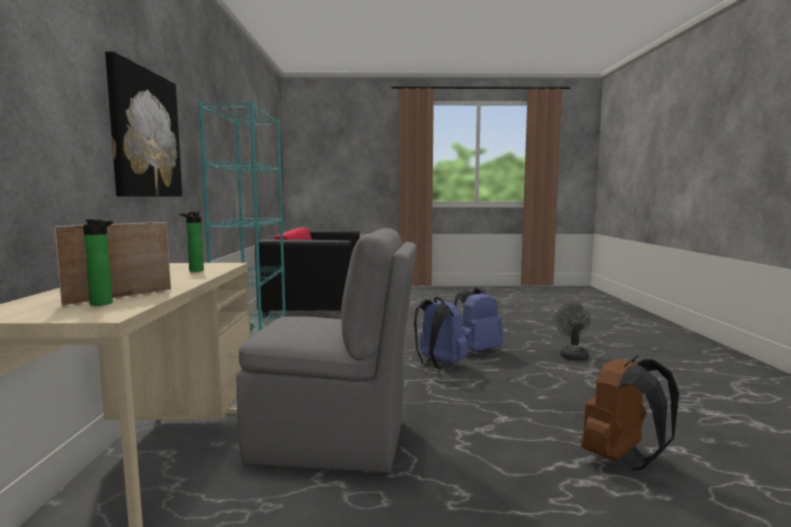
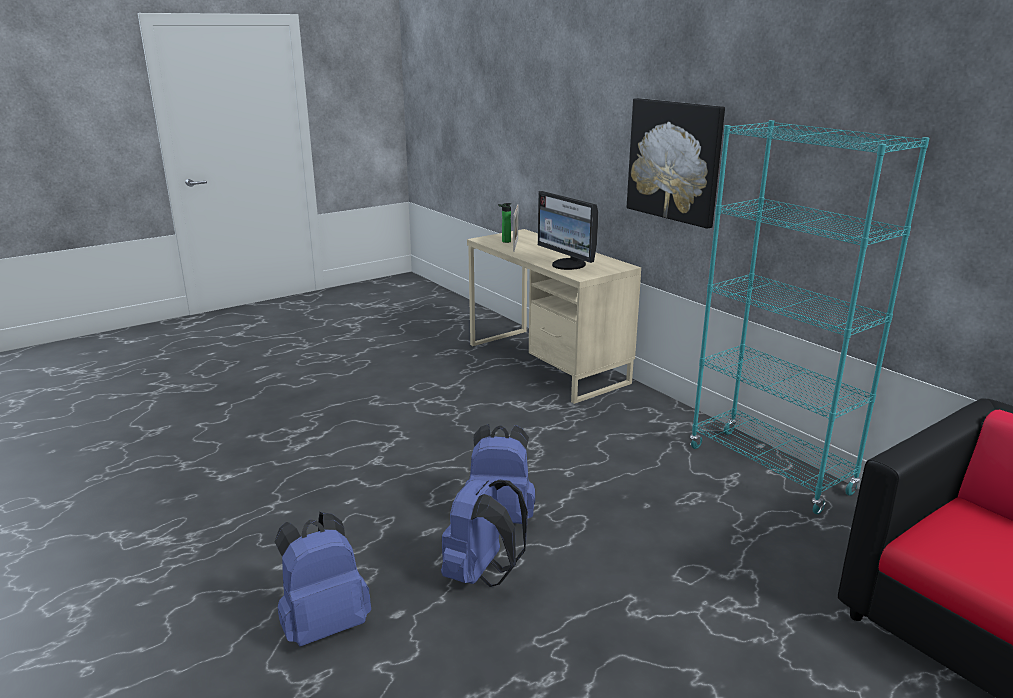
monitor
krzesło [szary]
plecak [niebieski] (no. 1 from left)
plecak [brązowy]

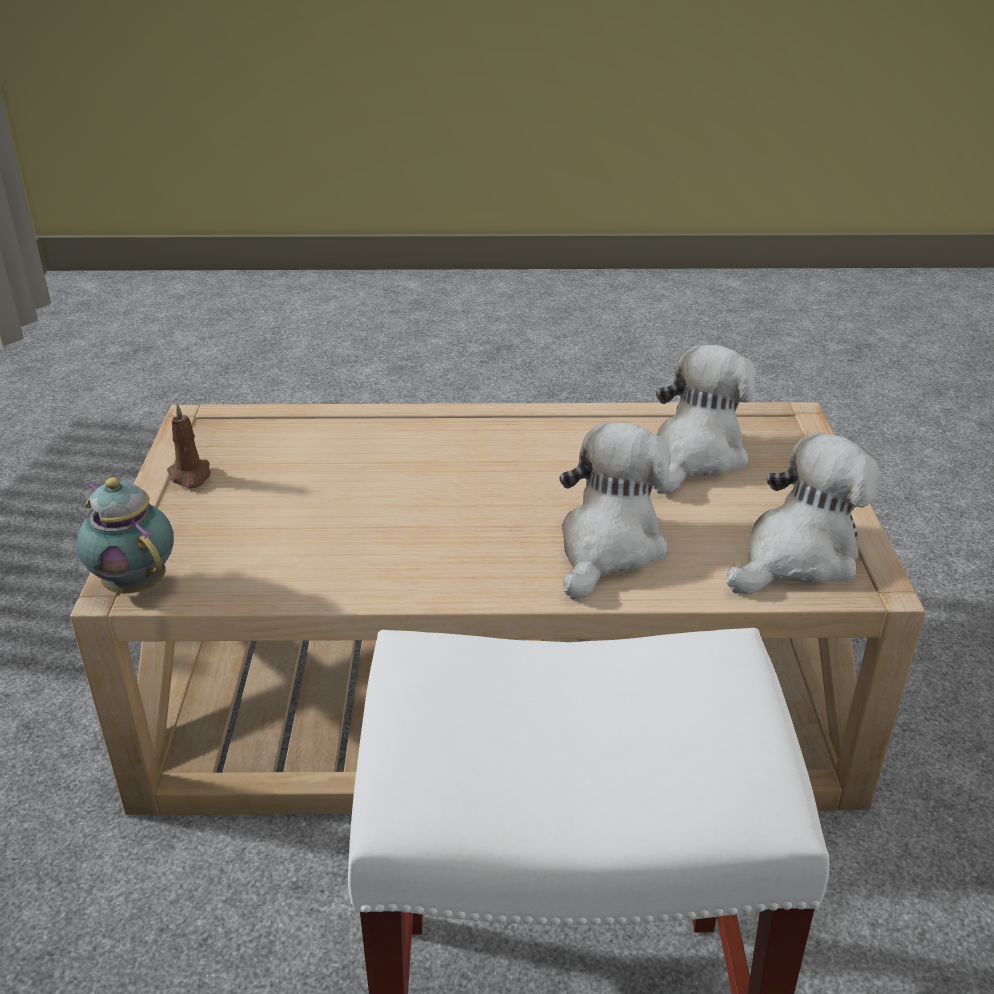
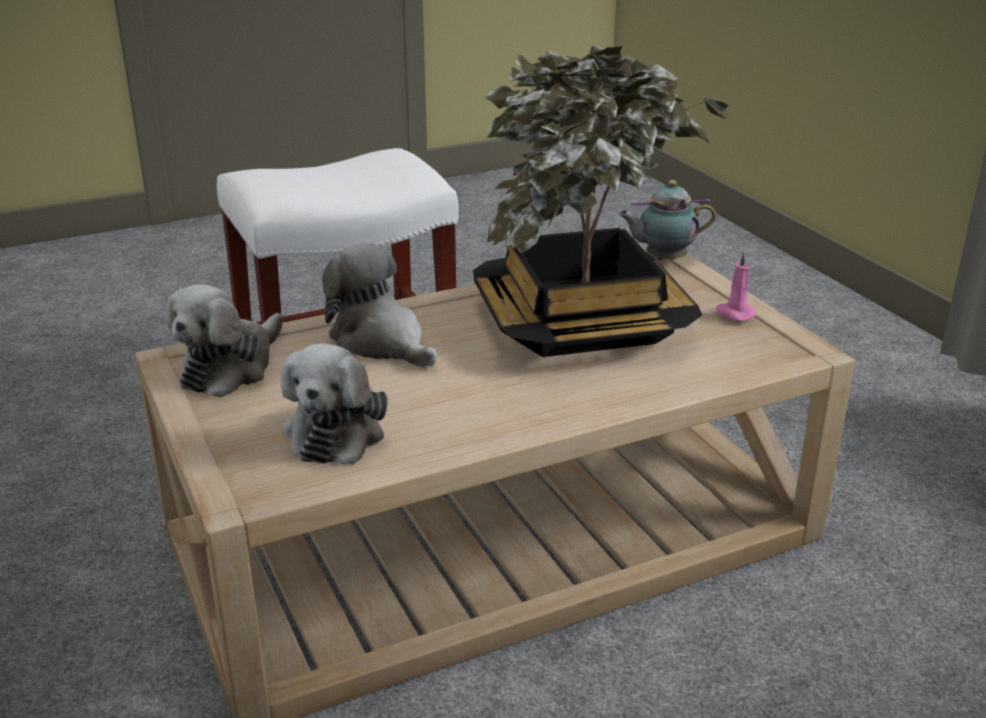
świeca [różowy]
pluszak (no. 3 from left)
imbryk
roślina doniczkowa

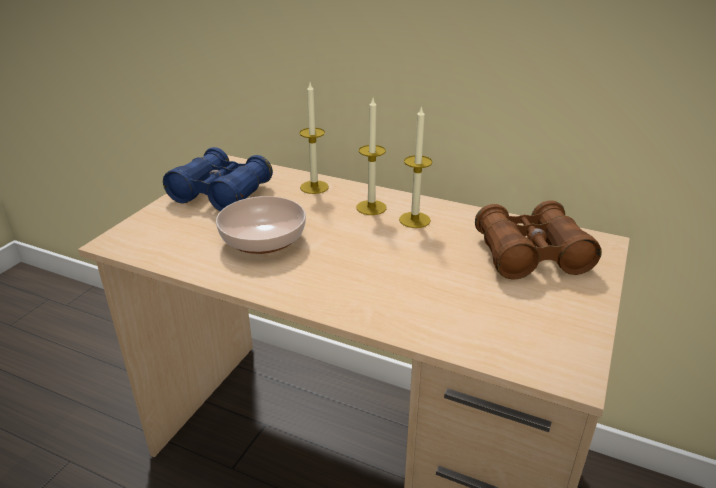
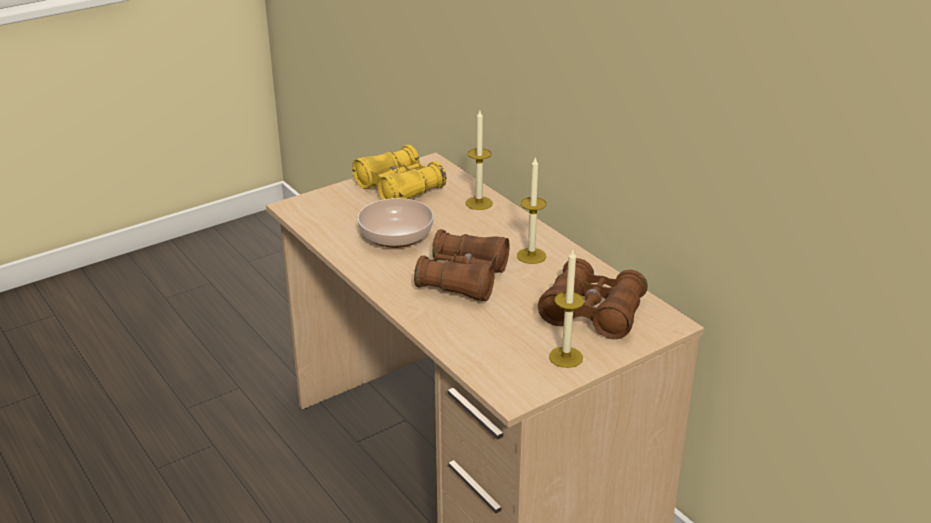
świeca (no. 3 from left)
lornetka [żółty]
lornetka [brązowy] (no. 1 from left)

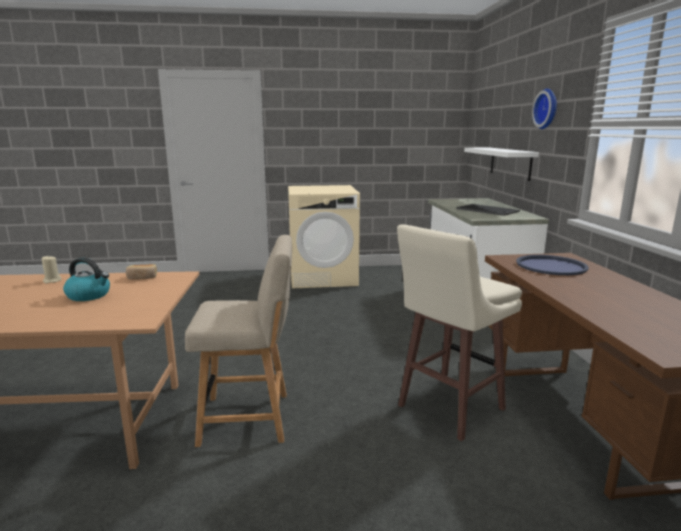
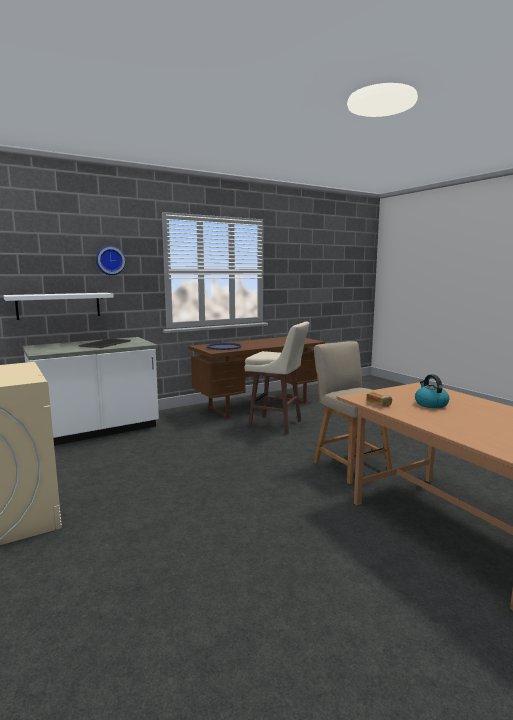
świeca [beżowy]

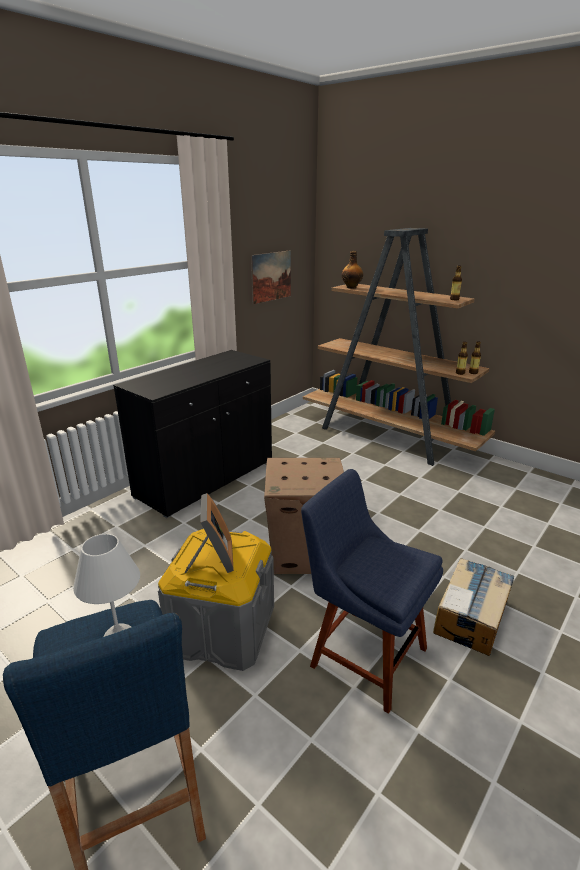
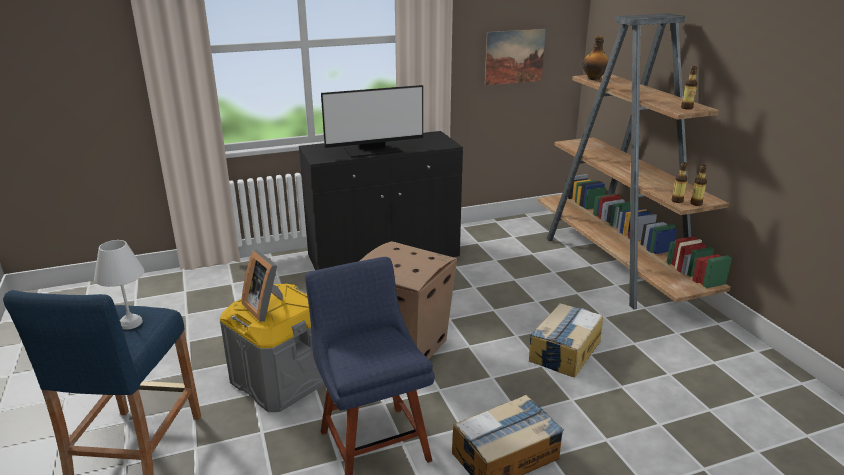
ramka na zdjęcie
monitor
karton (no. 3 from left)

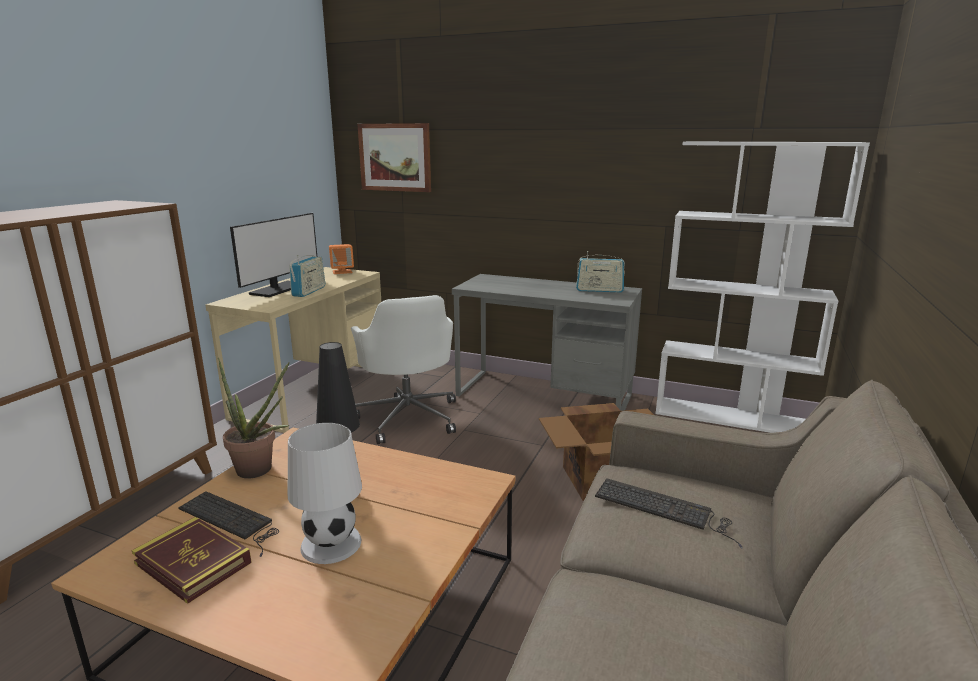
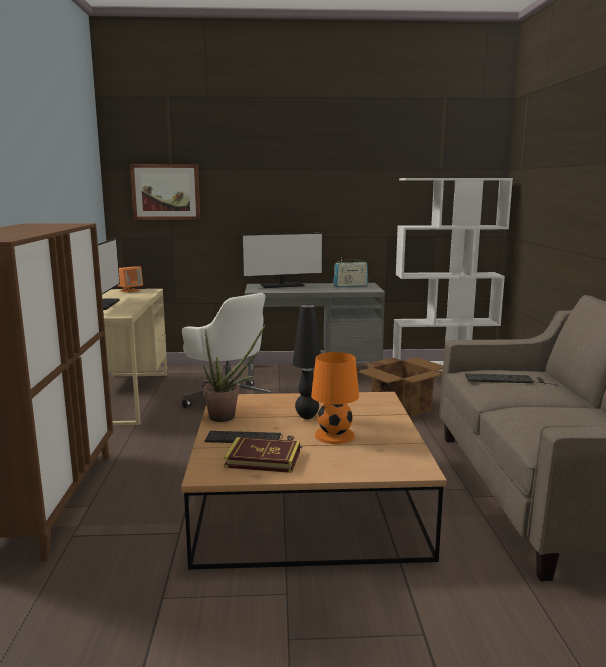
radio (no. 1 from left in the first image)
lampa stołowa [pomarańczowy]
monitor (no. 2 from left)

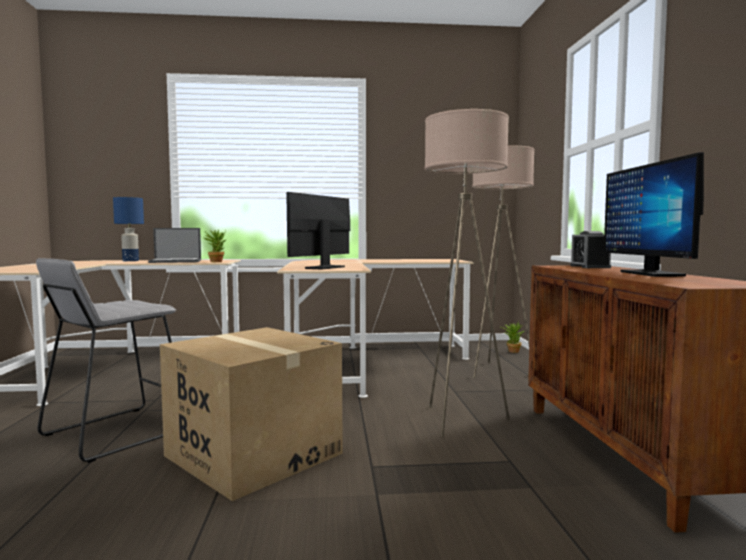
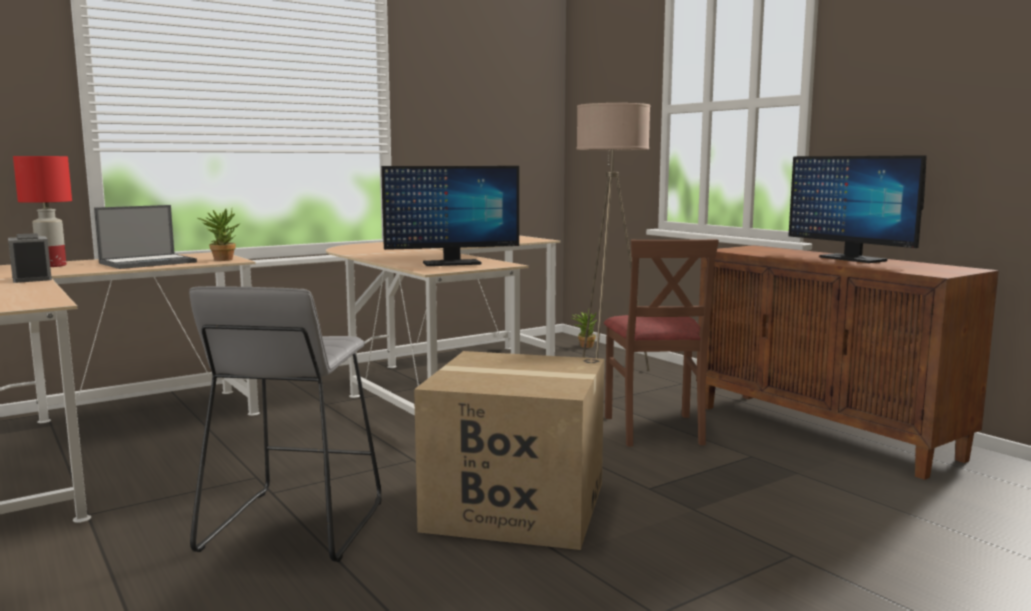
krzesło [brązowy]
monitor (no. 1 from left)
lampa stołowa [czerwony]
budzik

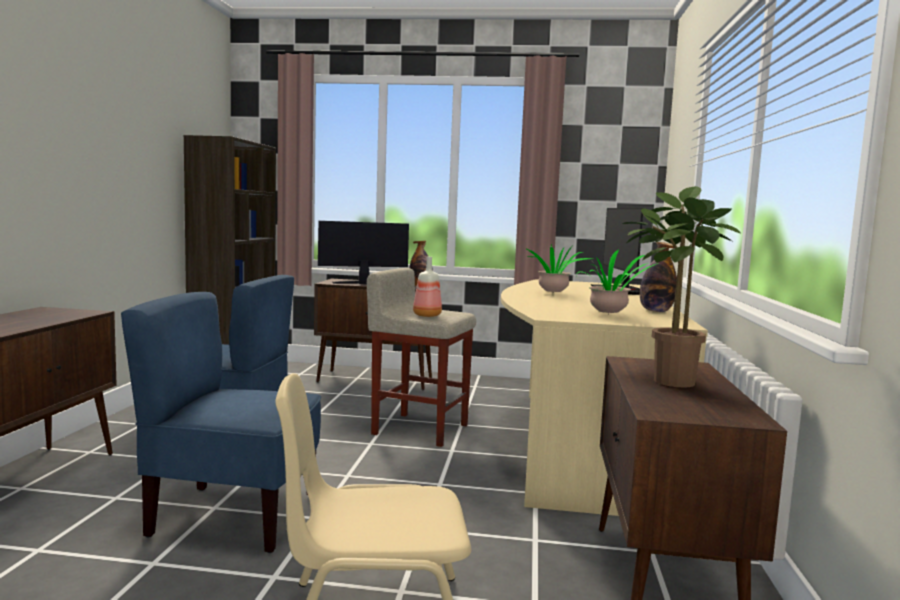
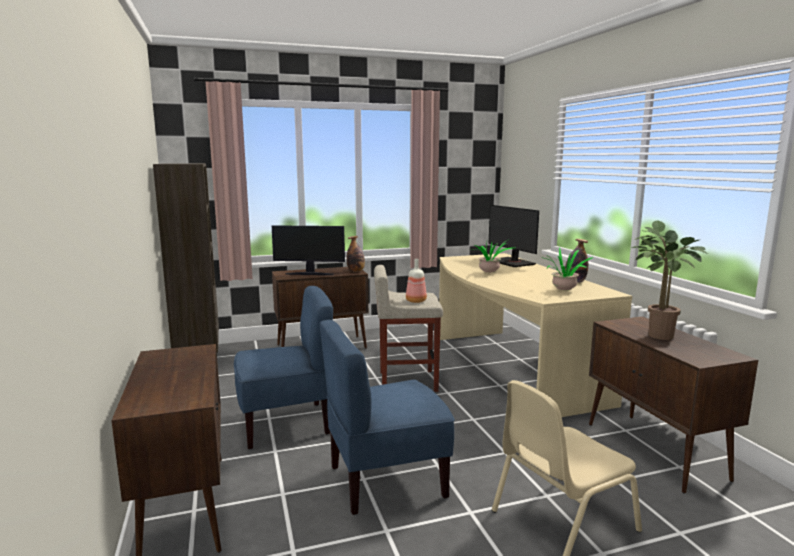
monitor (no. 1 from left)

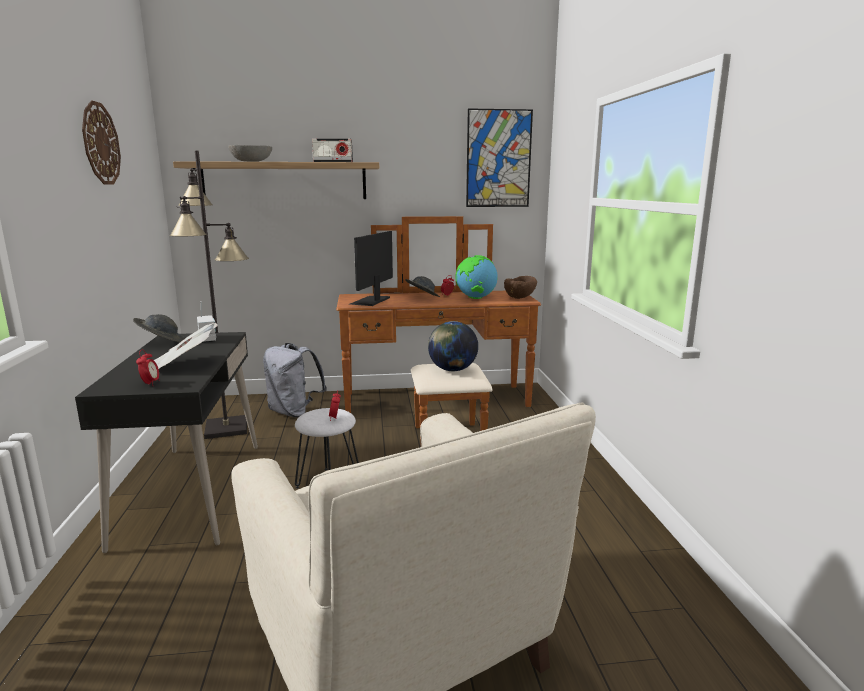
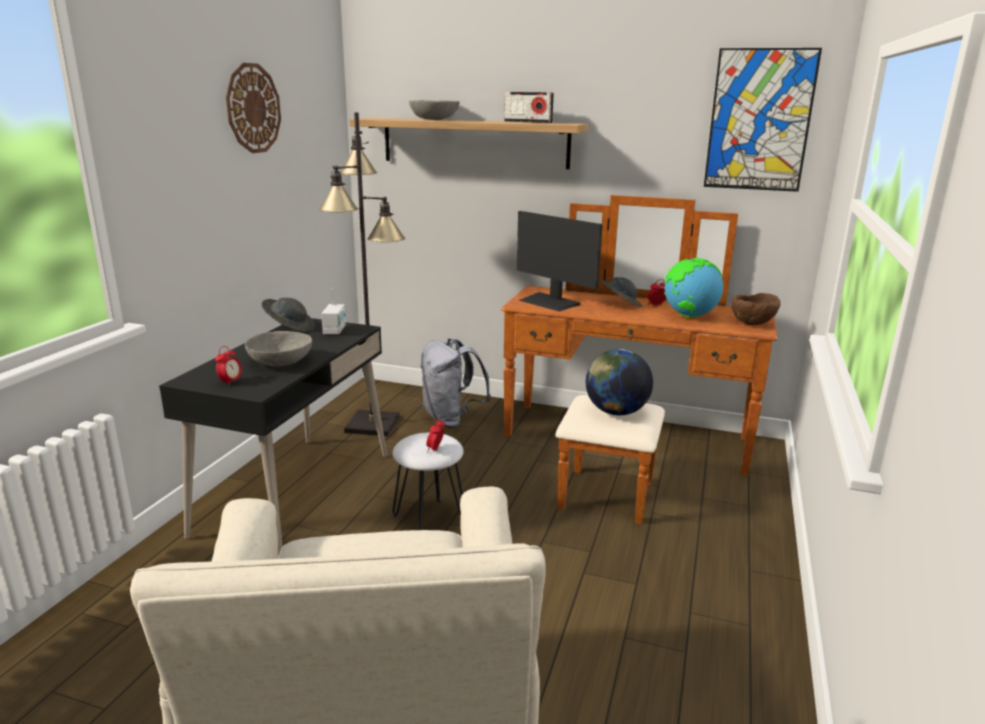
monitor
miska [szary] (no. 1 from left)

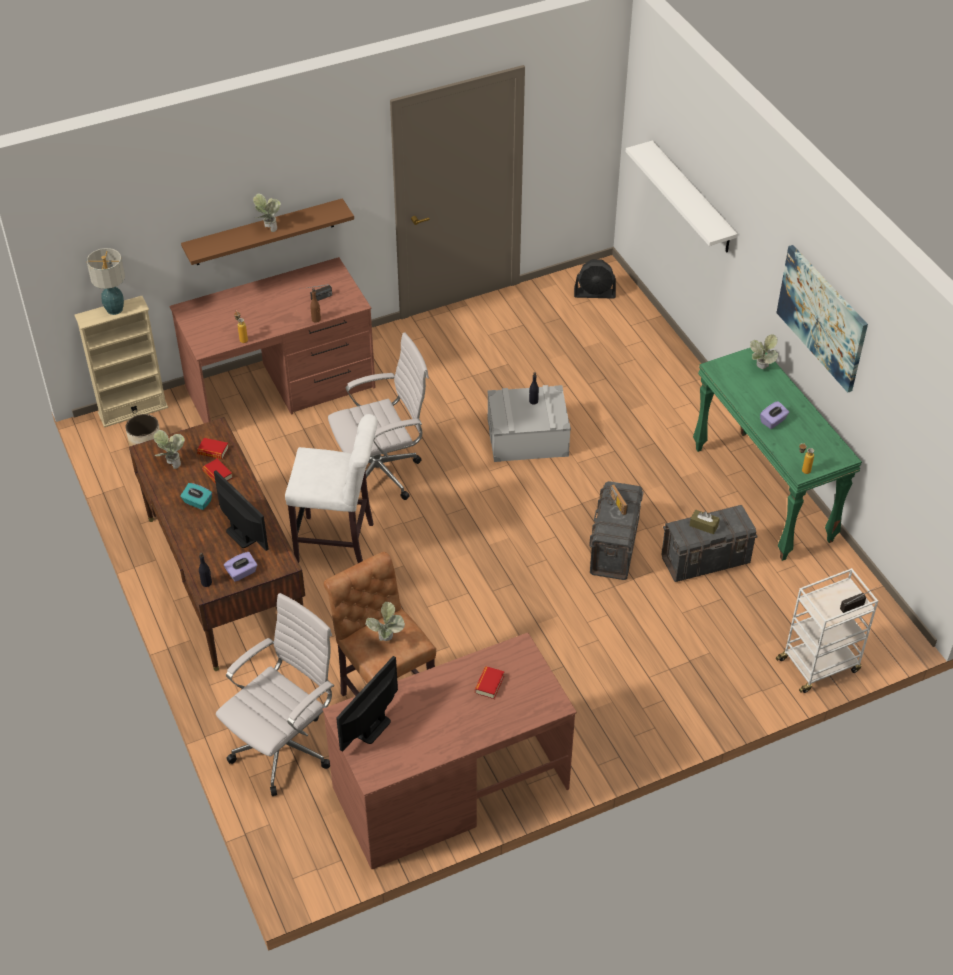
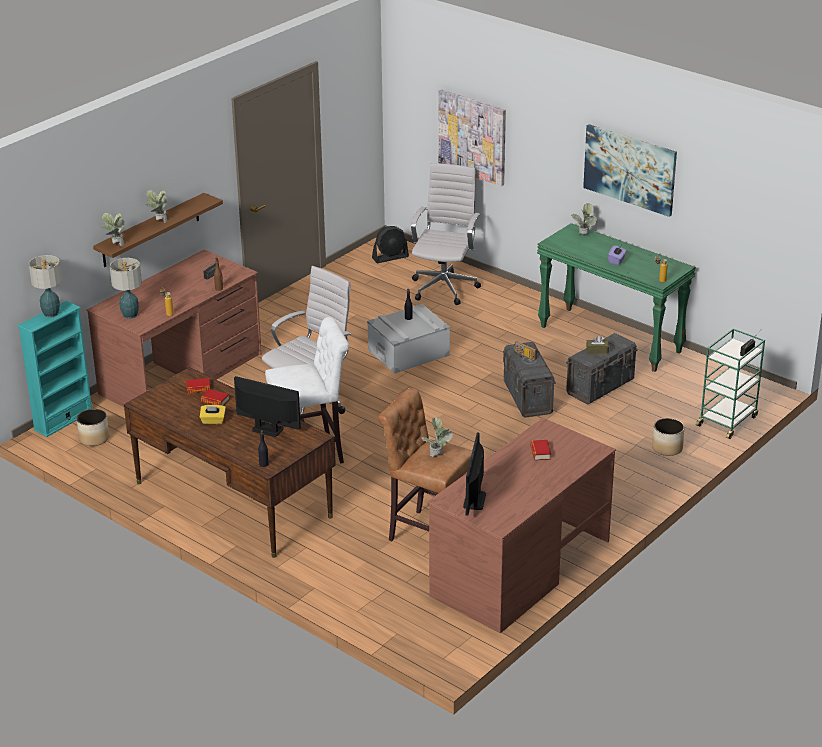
obraz (no. 1 from left)
regał [turkusowy]
roślina doniczkowa (no. 1 from left)
pudełko chusteczek [żółty]
pudełko chusteczek [fioletowy] (no. 1 from left in the first image)
wózek [zielony]
krzesło biurowe [biały] (no. 2 from left)
lampa stołowa (no. 2 from left)
donica (no. 2 from left)

